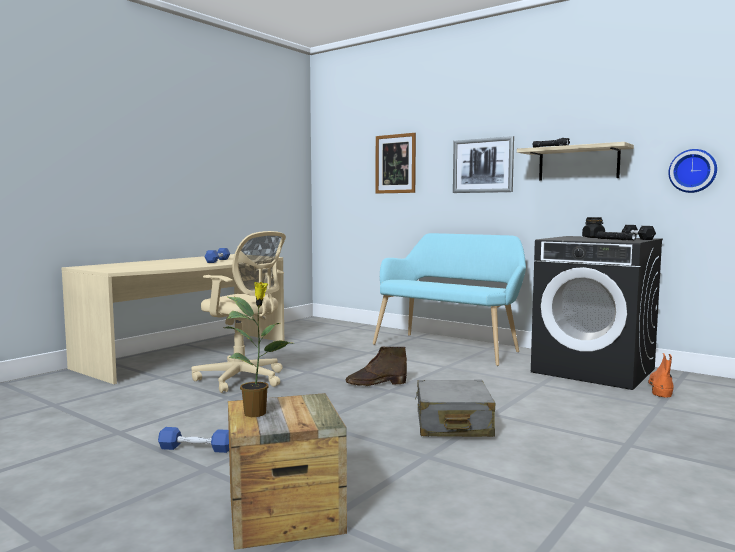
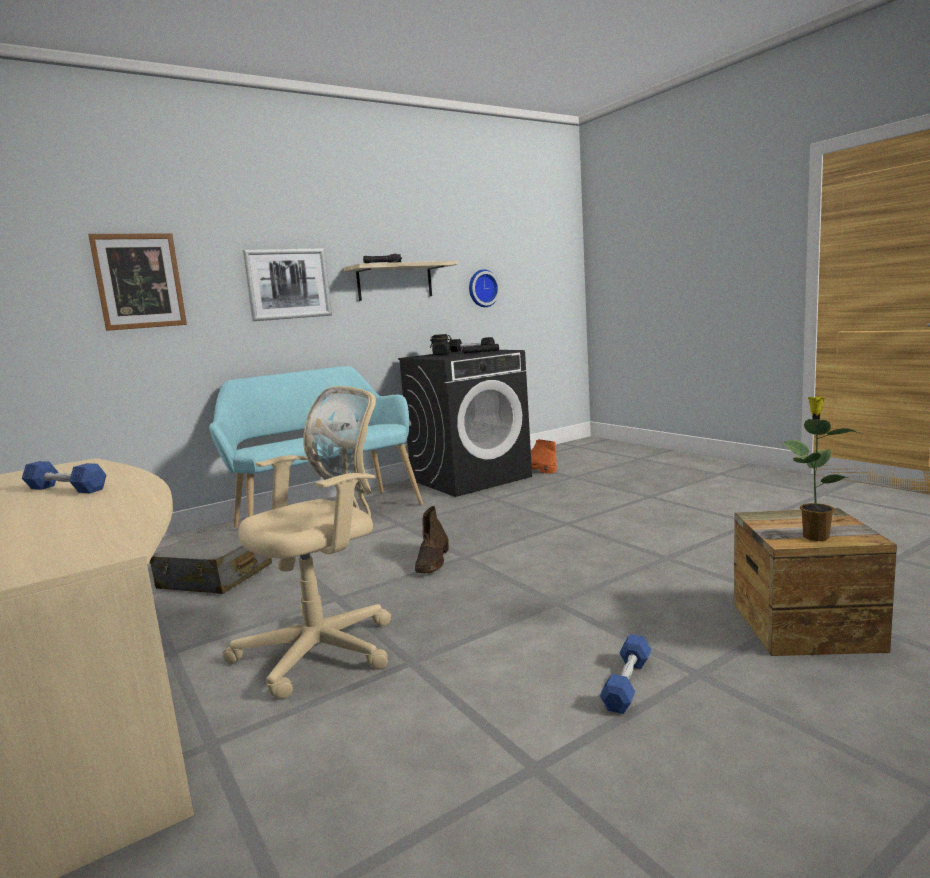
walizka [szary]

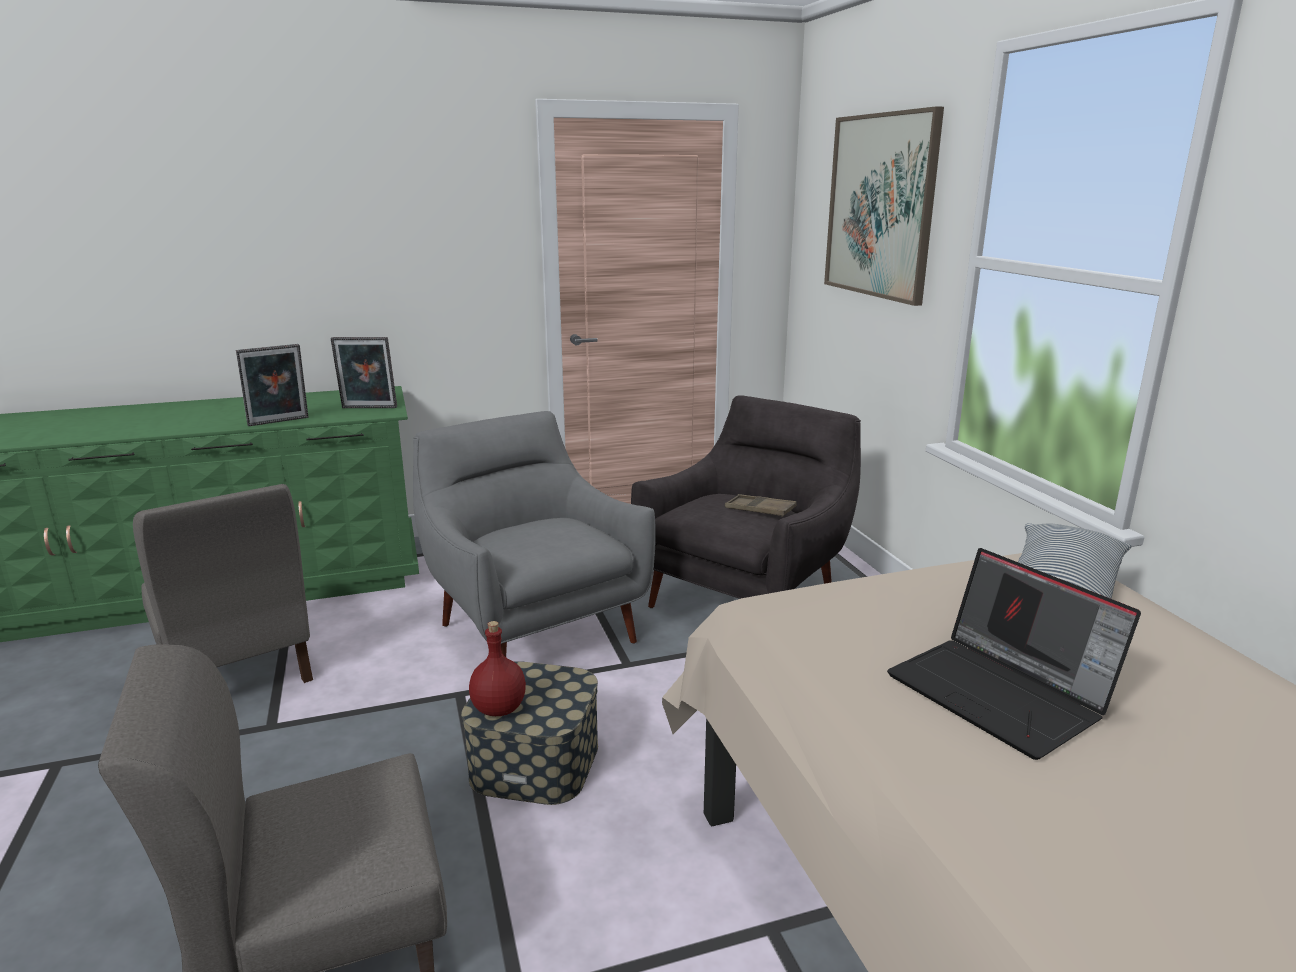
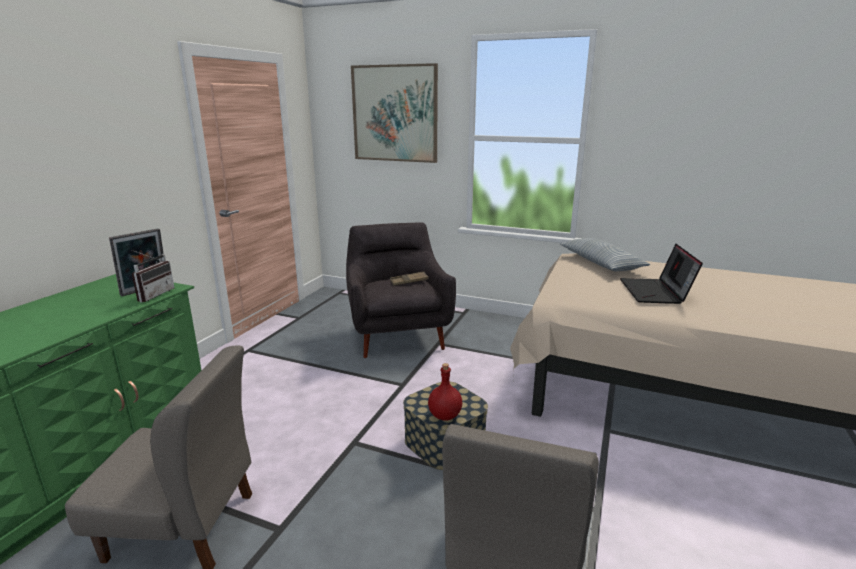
ramka na zdjęcie (no. 1 from left in the first image)
fotel [szary] (no. 1 from left in the first image)
laptop
radio

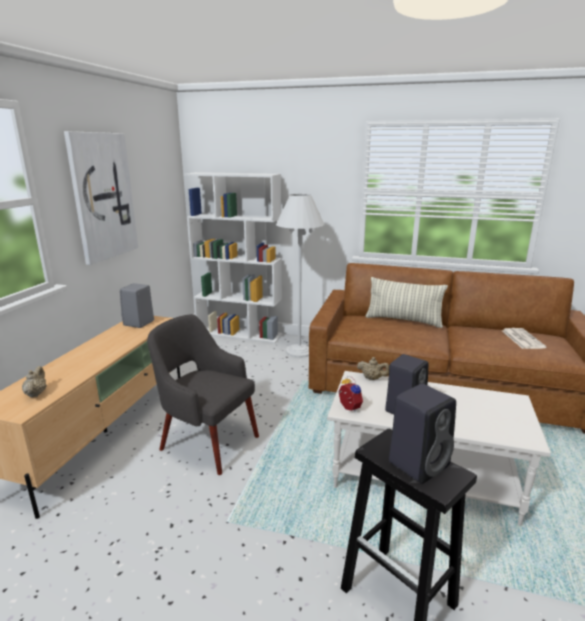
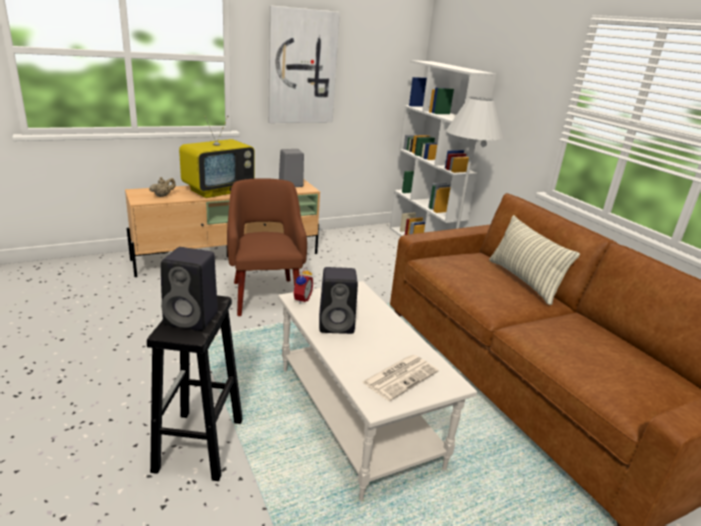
fotel [brązowy]
gazeta
imbryk [beżowy] (no. 2 from left in the first image)
telewizor

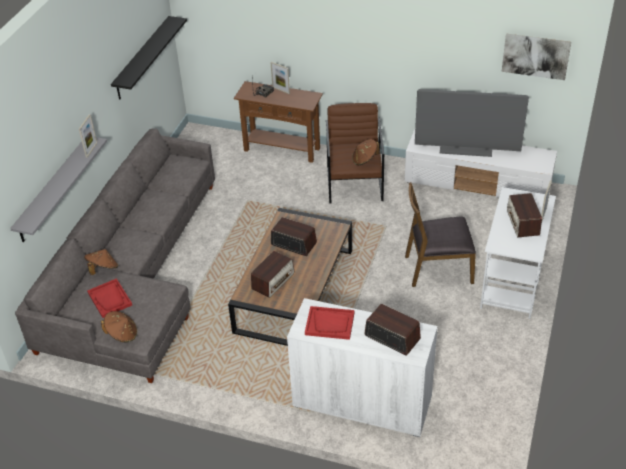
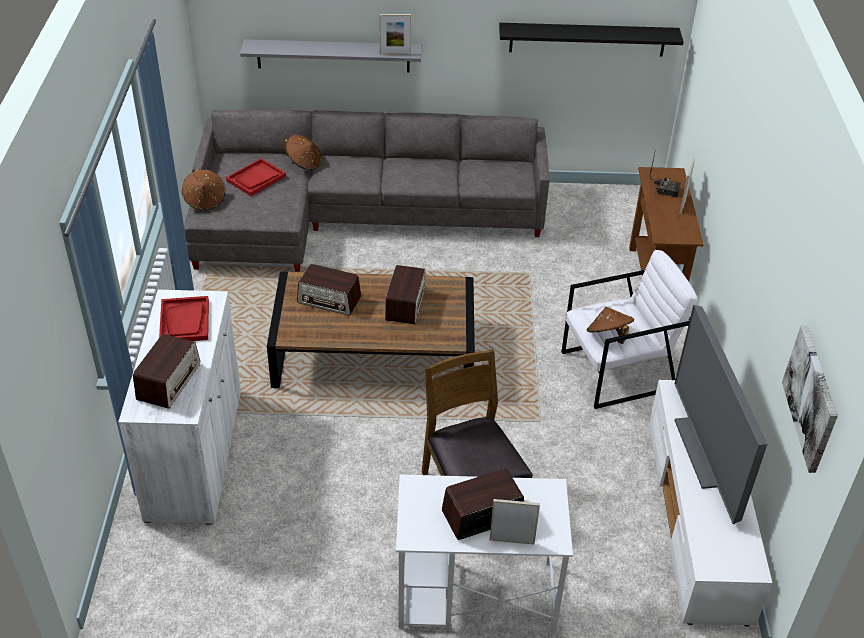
fotel [biały]

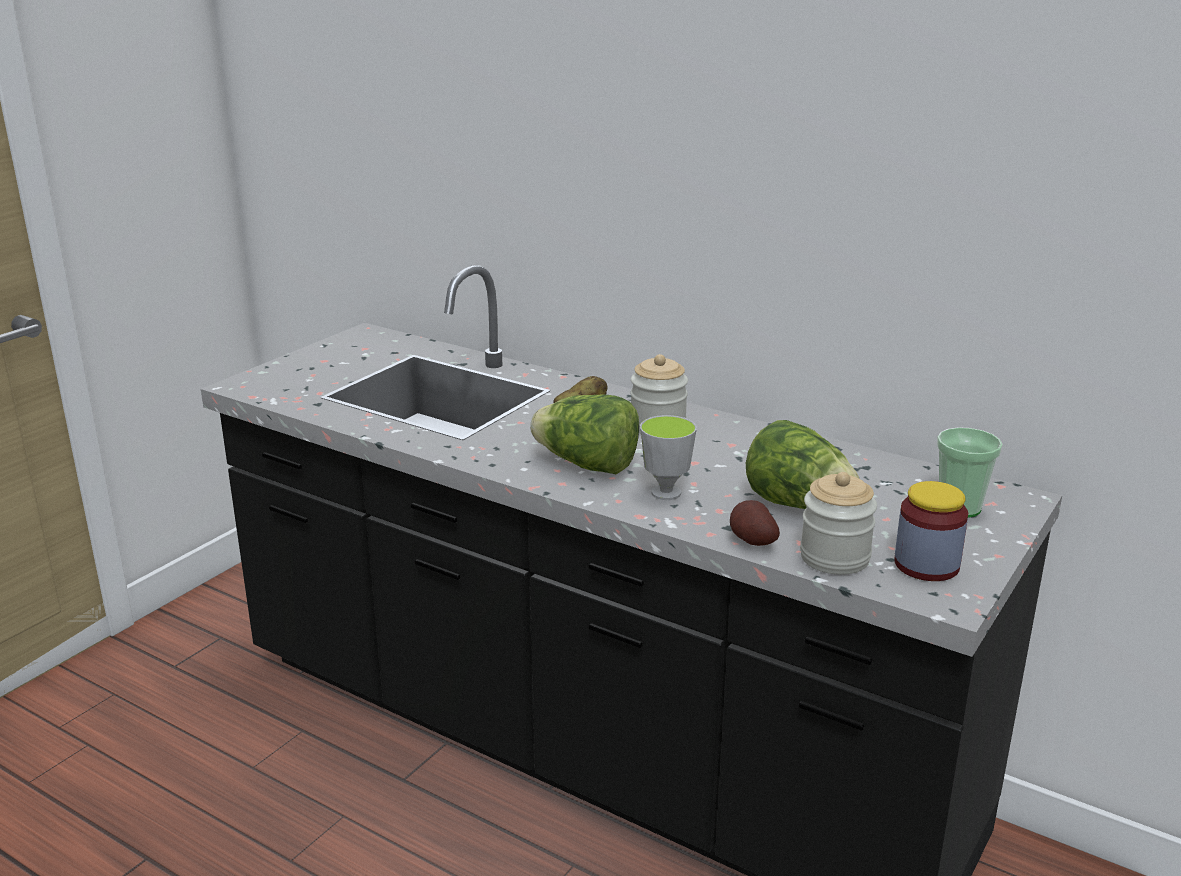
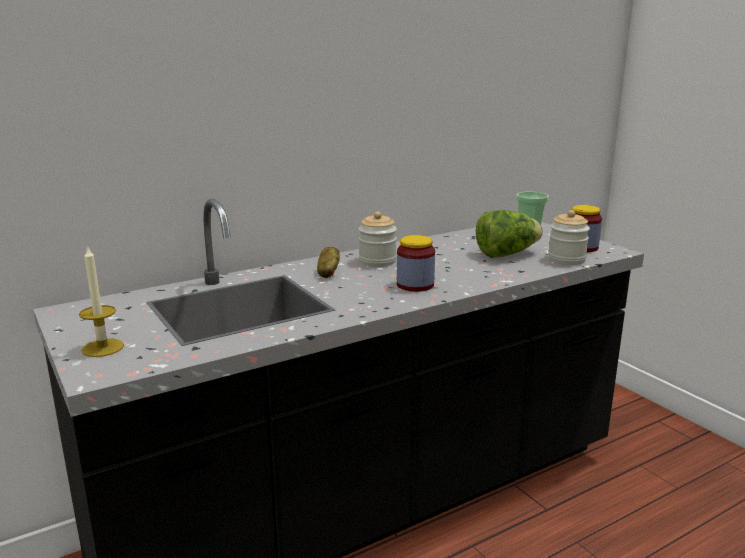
słoik (no. 2 from left)
filiżanka (no. 1 from left in the first image)
ziemniak (no. 2 from left in the first image)
świeca

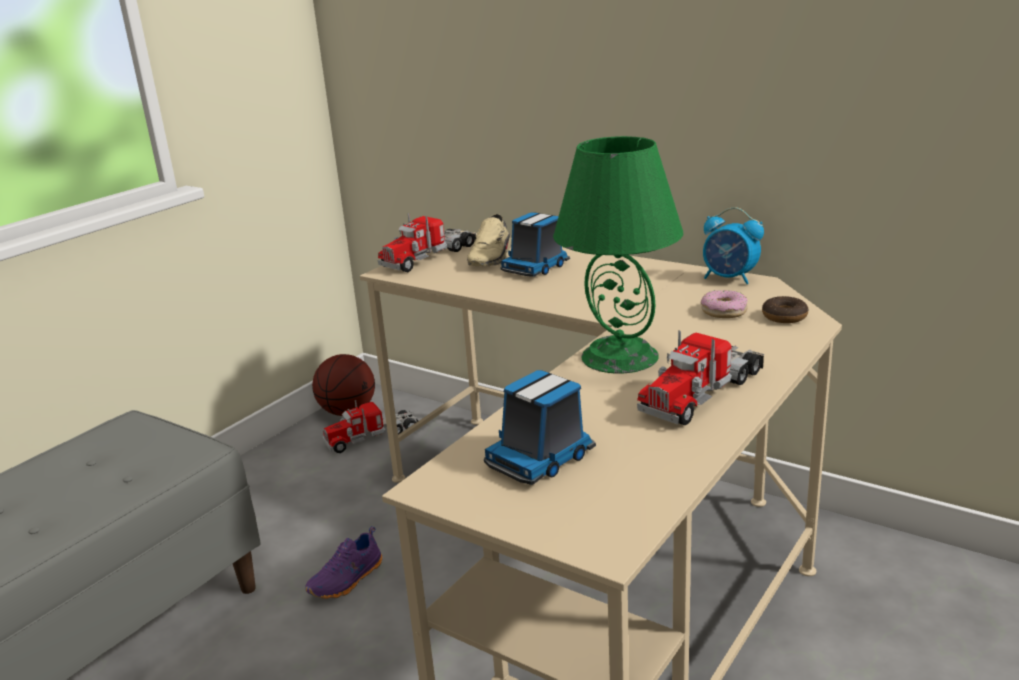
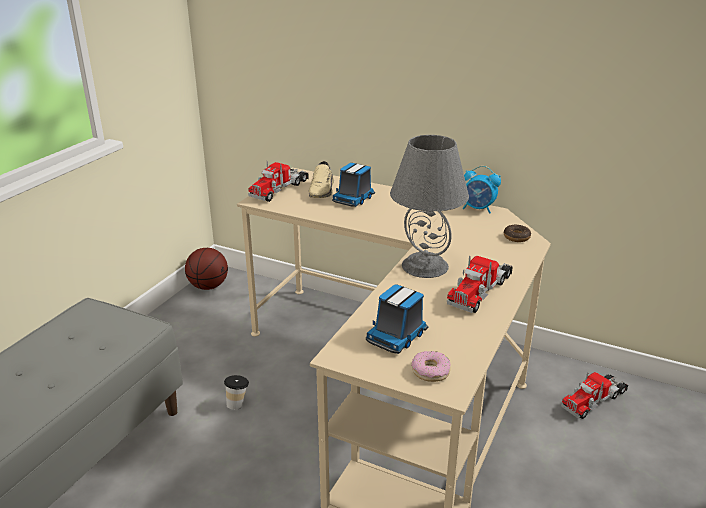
lampa stołowa [szary]
donut (no. 1 from left)
ciężarówka zabawkowa (no. 5 from left)
filiżanka

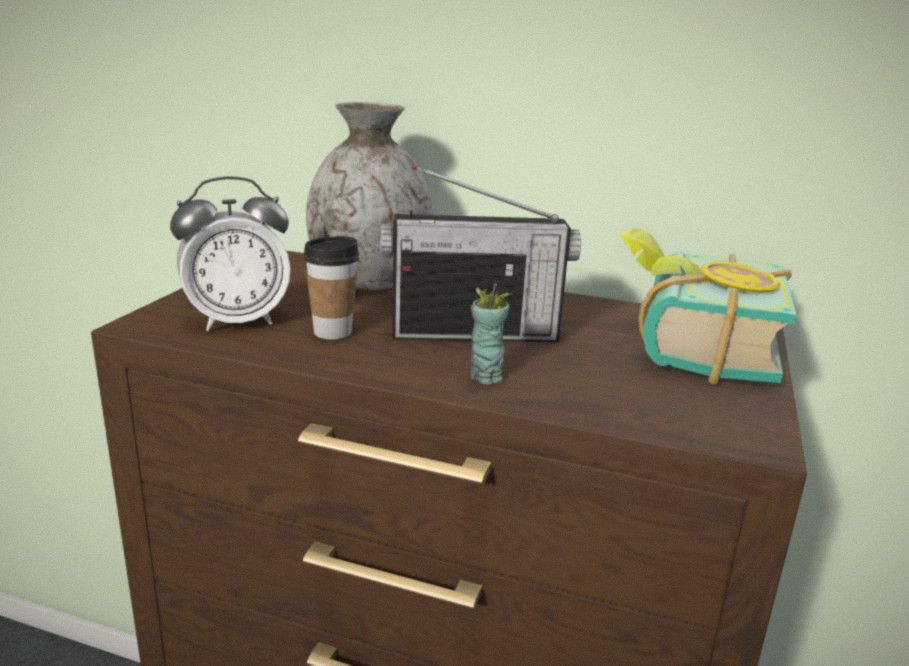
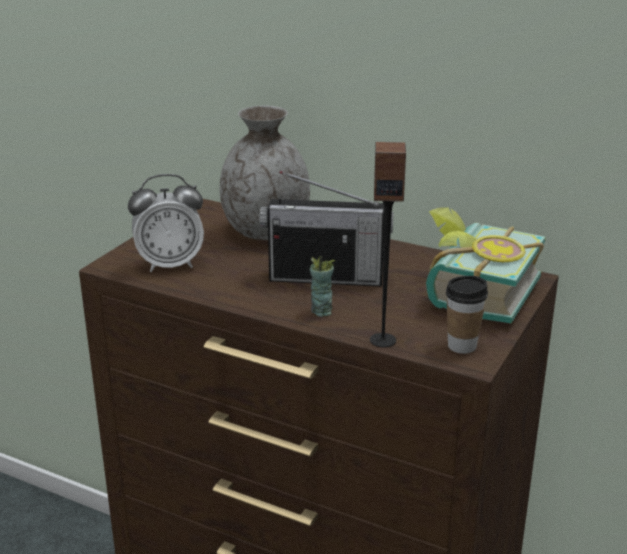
filiżanka (no. 2 from left)
głośnik

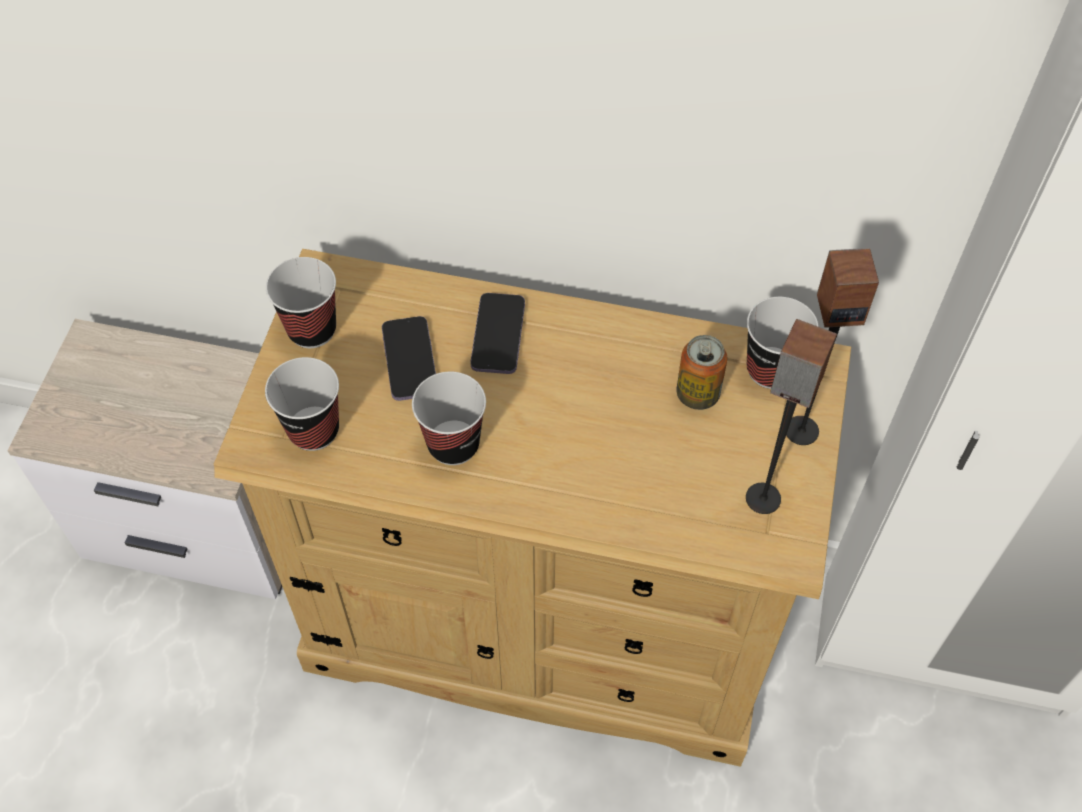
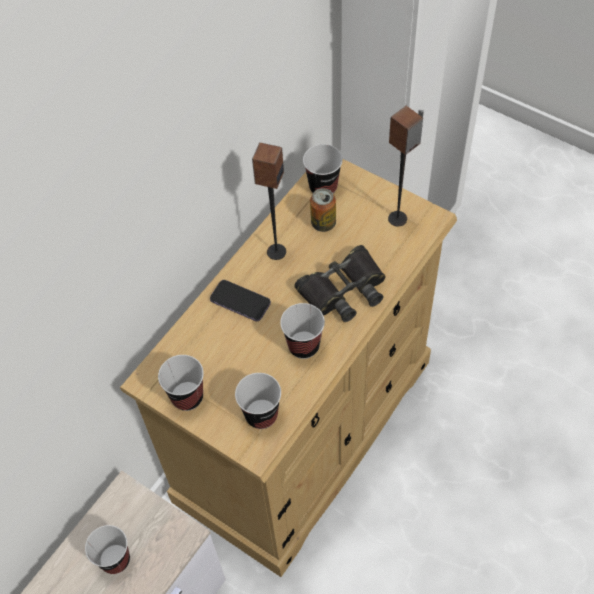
głośnik (no. 1 from left)
telefon (no. 1 from left in the first image)
lornetka [czarny]
filiżanka (no. 1 from left)

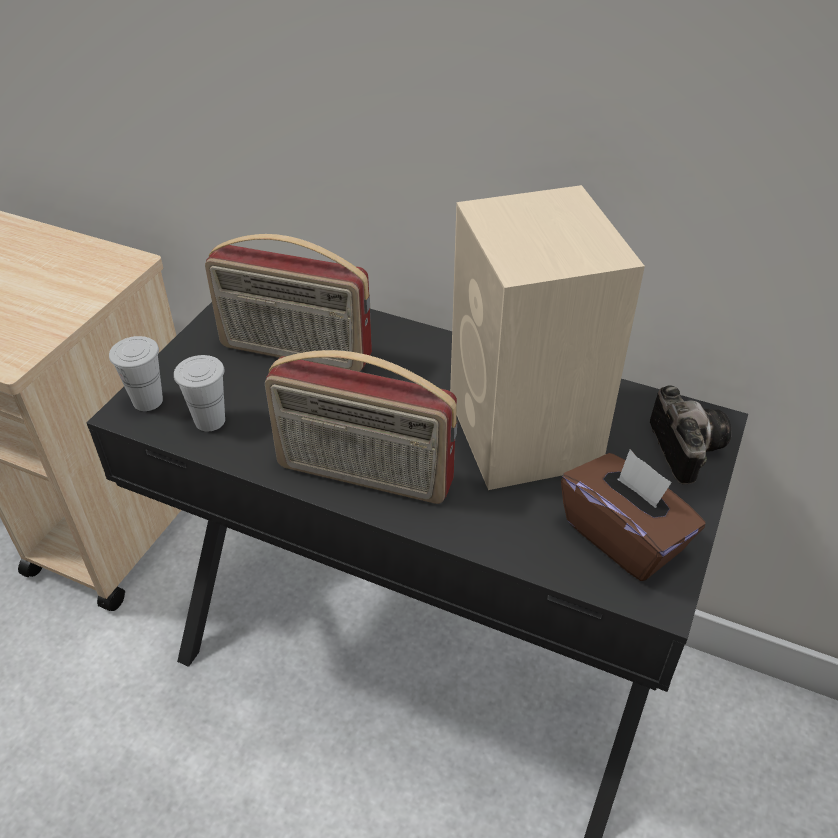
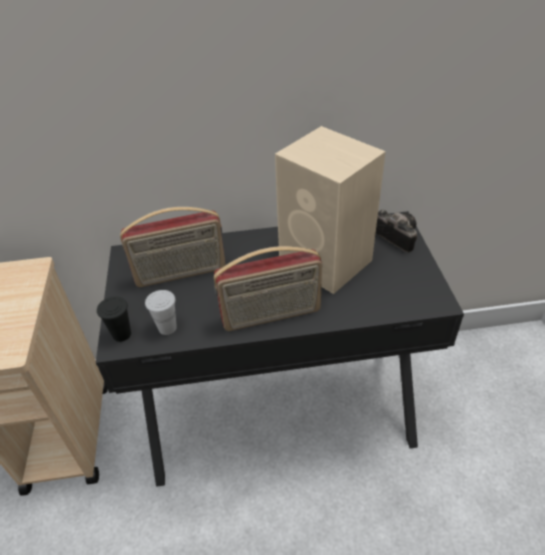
filiżanka [czarny]
pudełko chusteczek [brązowy]

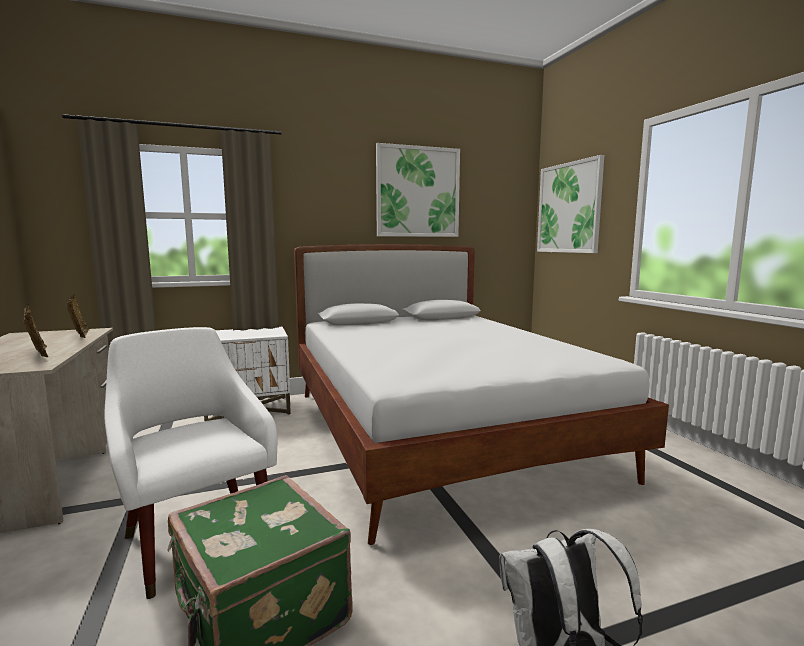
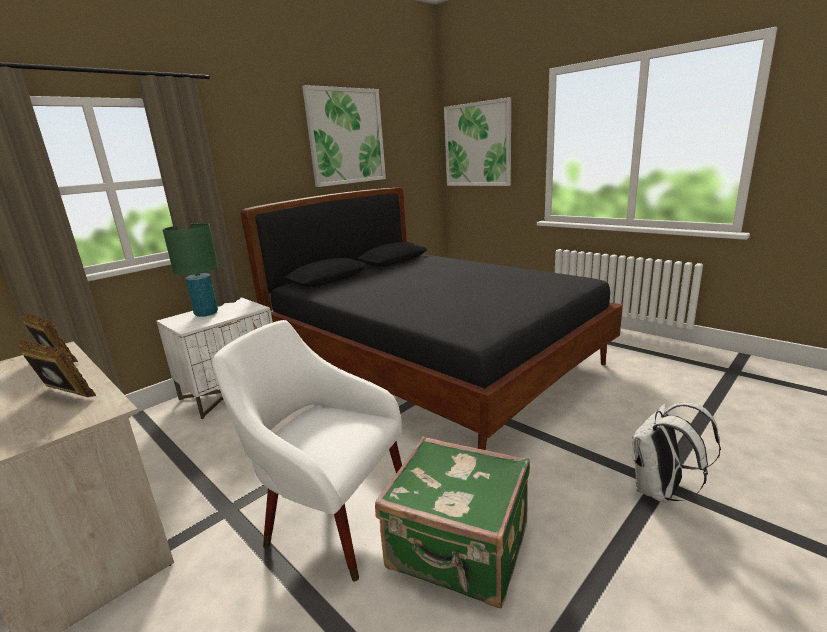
łóżko [czarny]
lampa stołowa [zielony]

